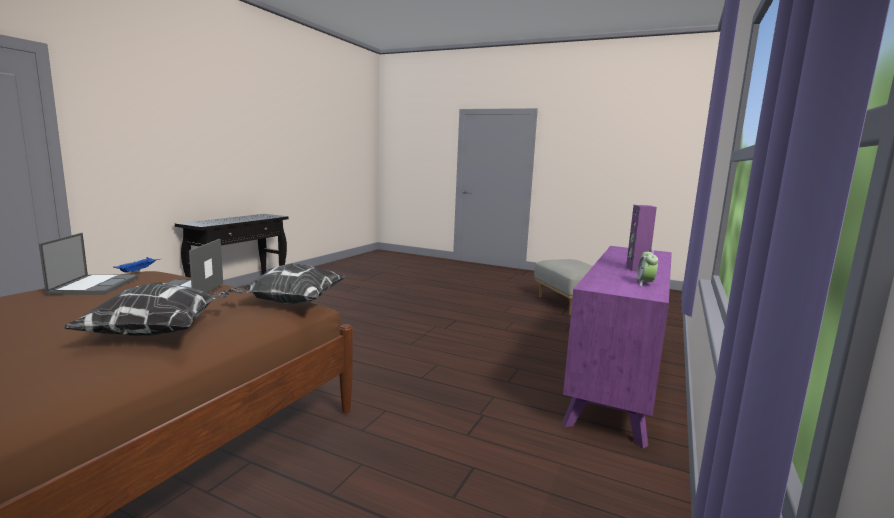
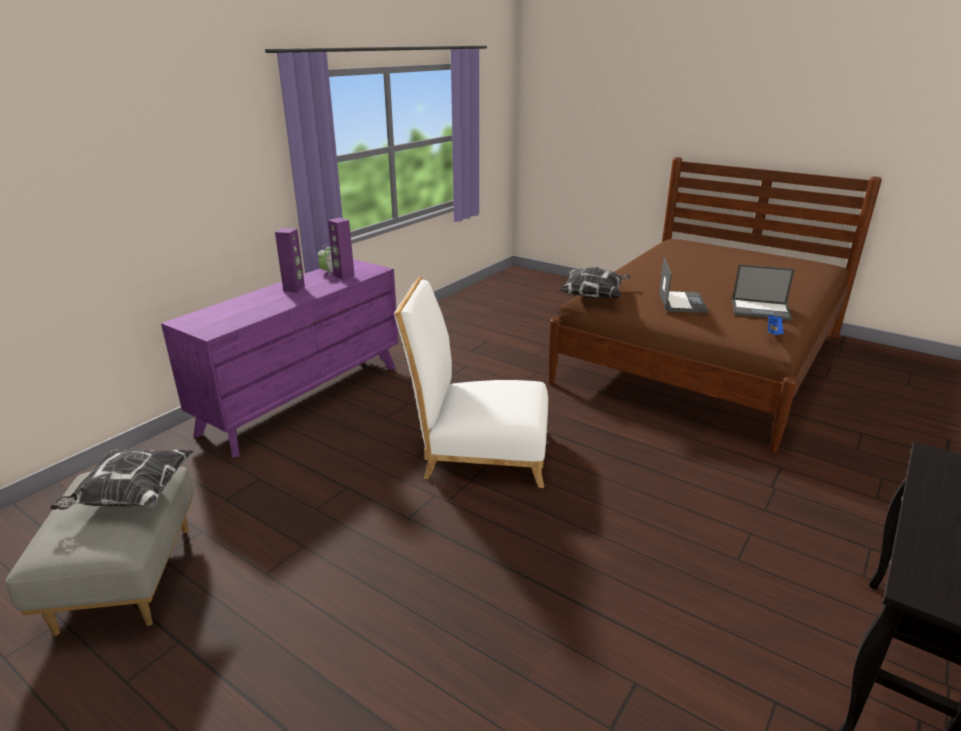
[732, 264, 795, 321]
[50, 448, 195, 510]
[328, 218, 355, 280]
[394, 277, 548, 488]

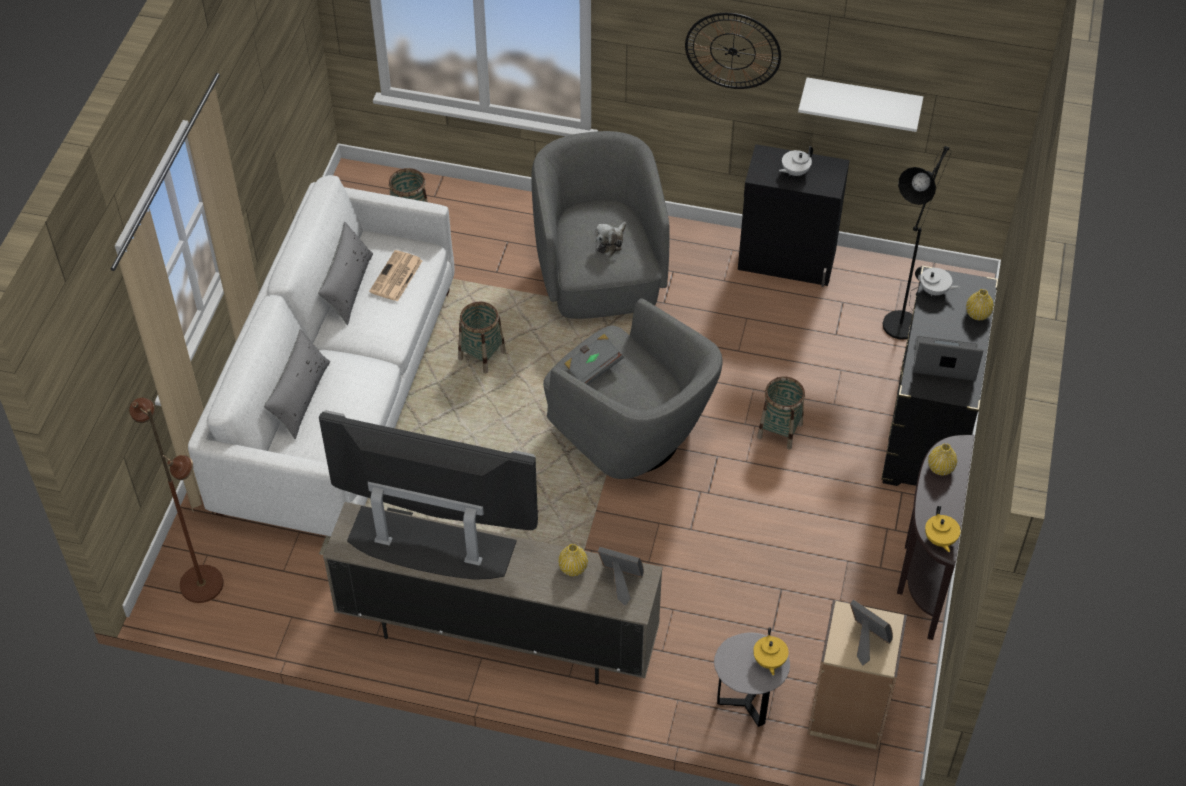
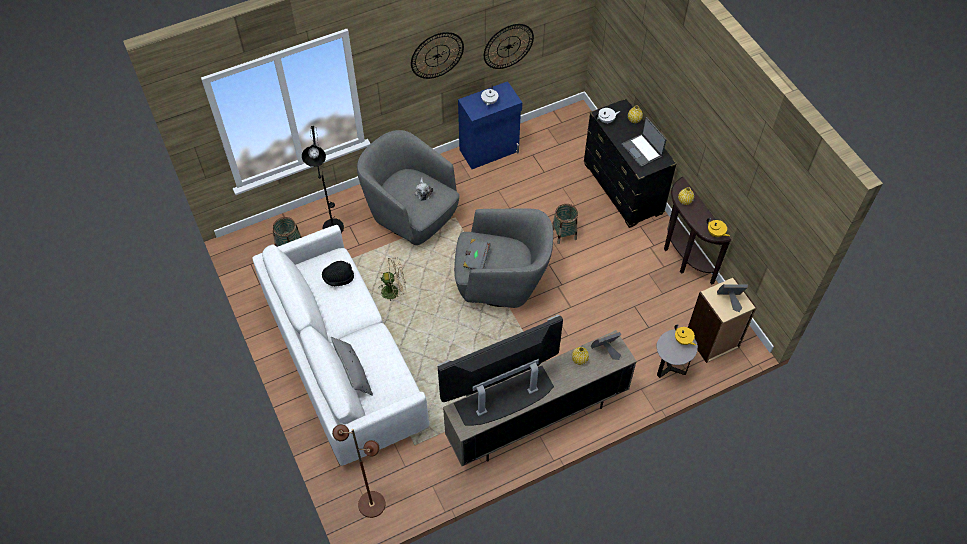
[484, 24, 534, 69]
[458, 81, 522, 169]
[302, 126, 344, 233]
[318, 222, 373, 325] (first image)
[322, 261, 354, 286]
[379, 257, 406, 301]
[622, 117, 667, 167]

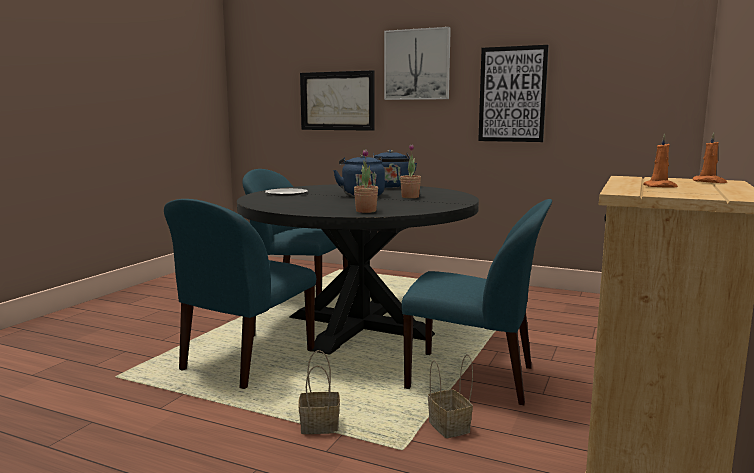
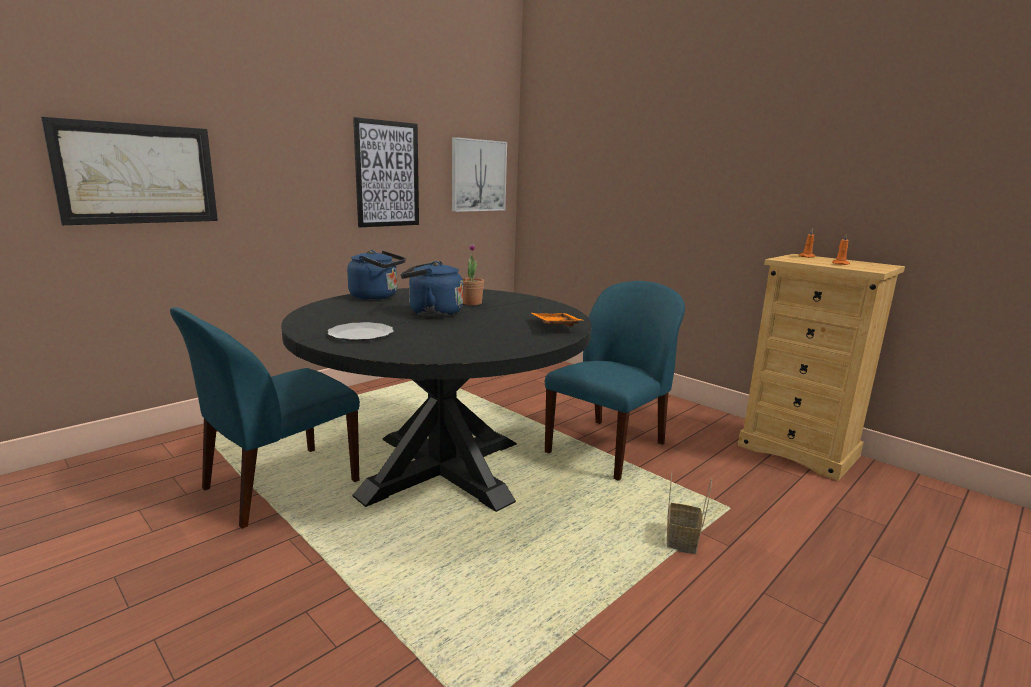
[452, 137, 507, 212]
[532, 313, 585, 327]
[164, 199, 316, 389] (first image)
[428, 354, 473, 438] (first image)

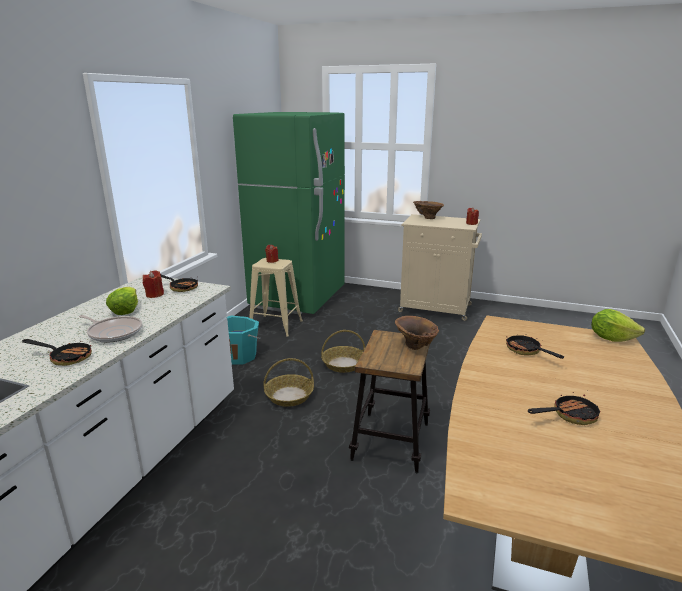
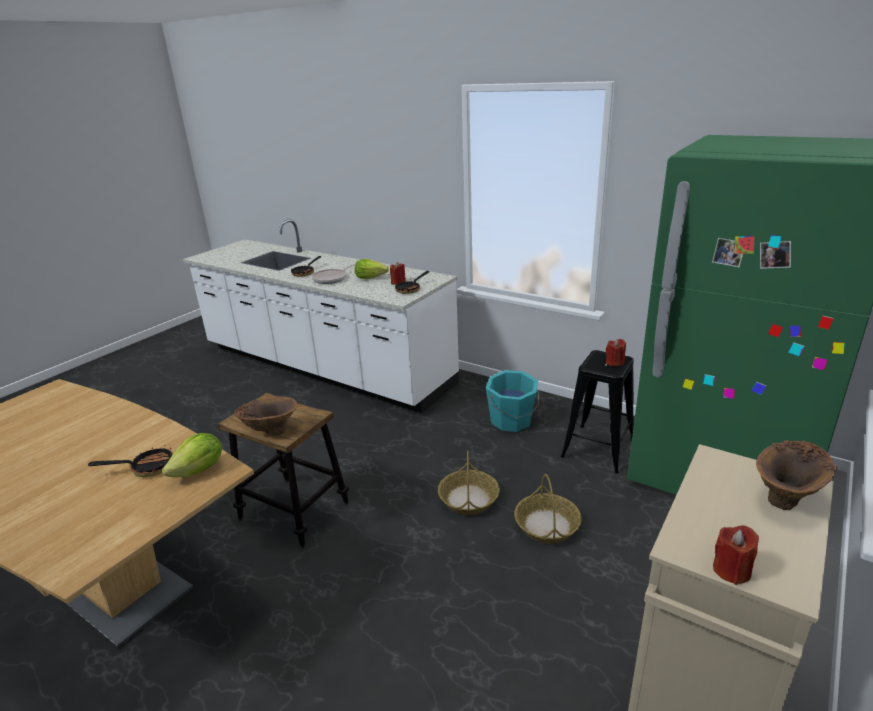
[561, 350, 634, 474]
[162, 433, 222, 477]
[514, 474, 582, 543]
[528, 392, 601, 425] (first image)

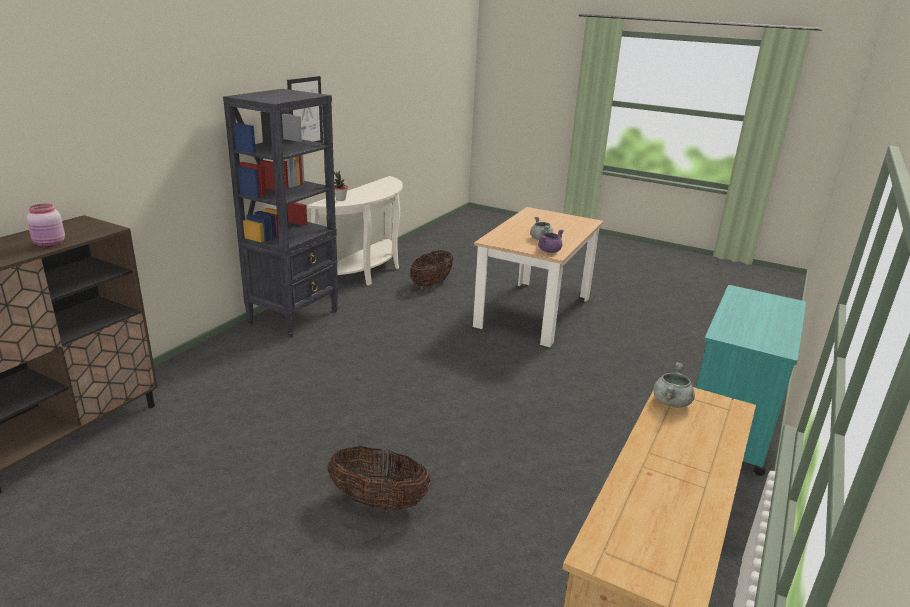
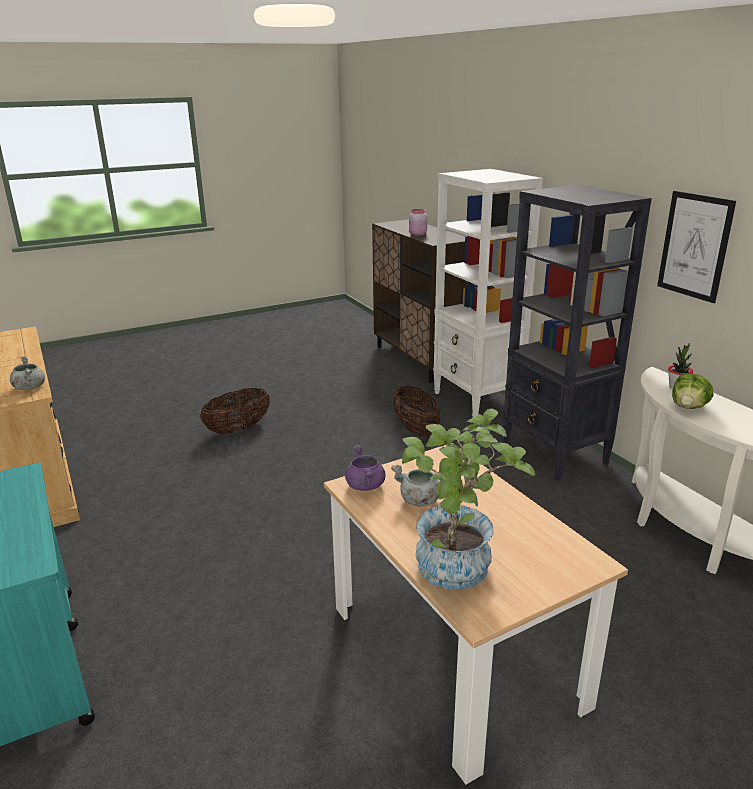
[393, 386, 441, 436]
[433, 169, 543, 417]
[672, 373, 713, 409]
[402, 409, 535, 590]

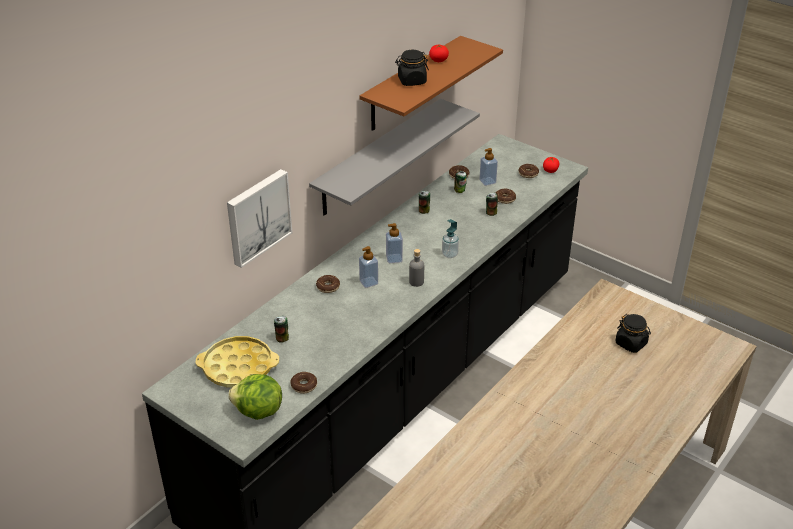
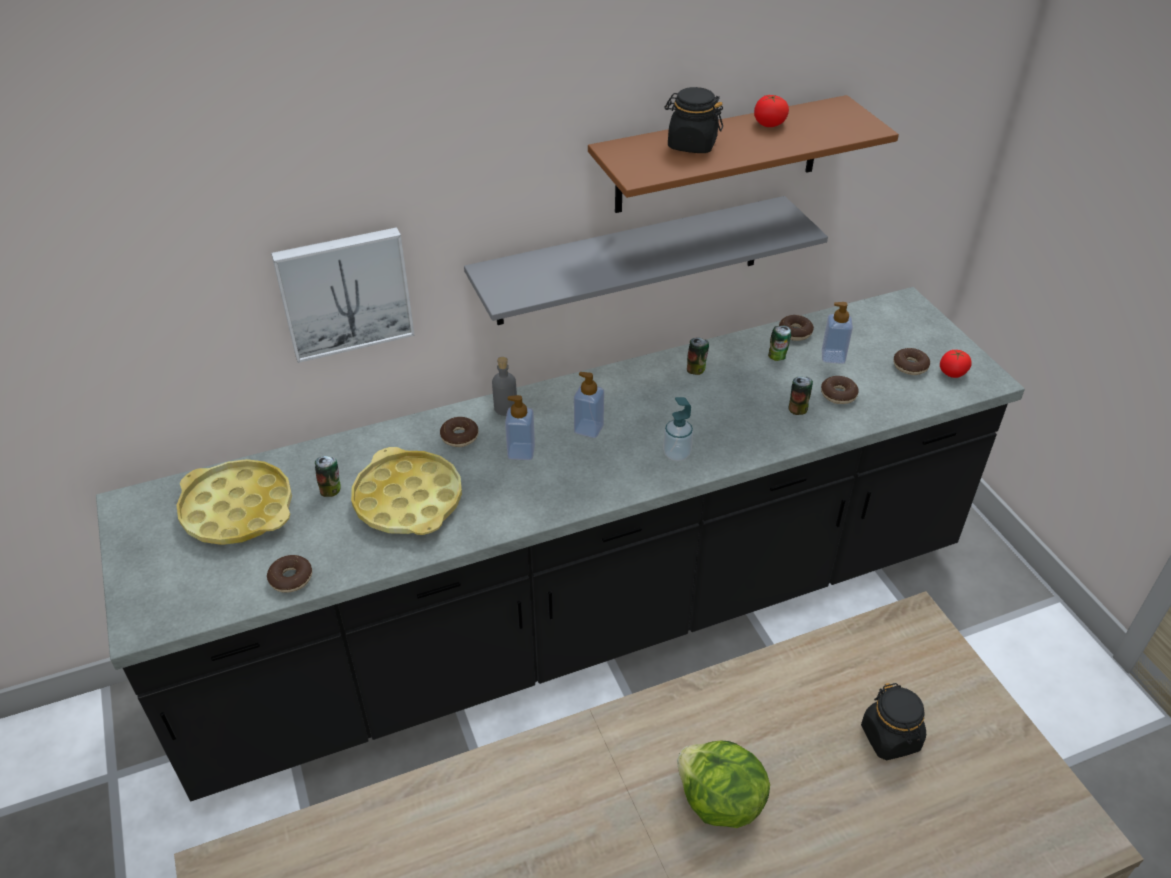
[492, 357, 517, 416]
[677, 741, 770, 828]
[351, 447, 462, 535]

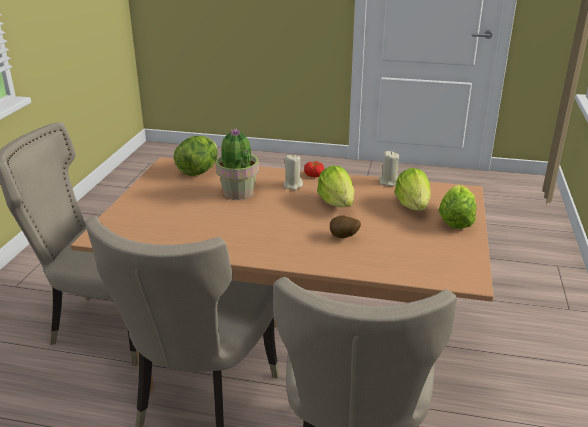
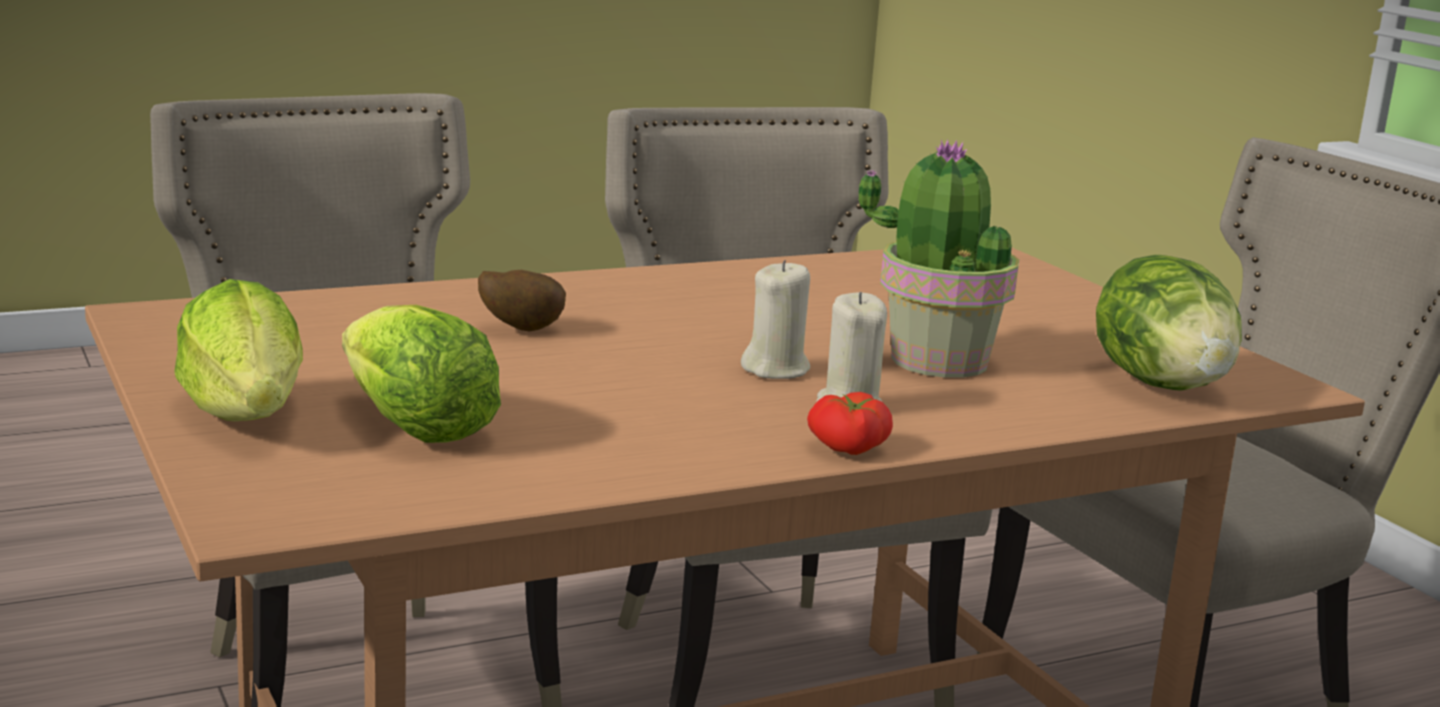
[741, 260, 810, 379]
[317, 166, 355, 207] (first image)

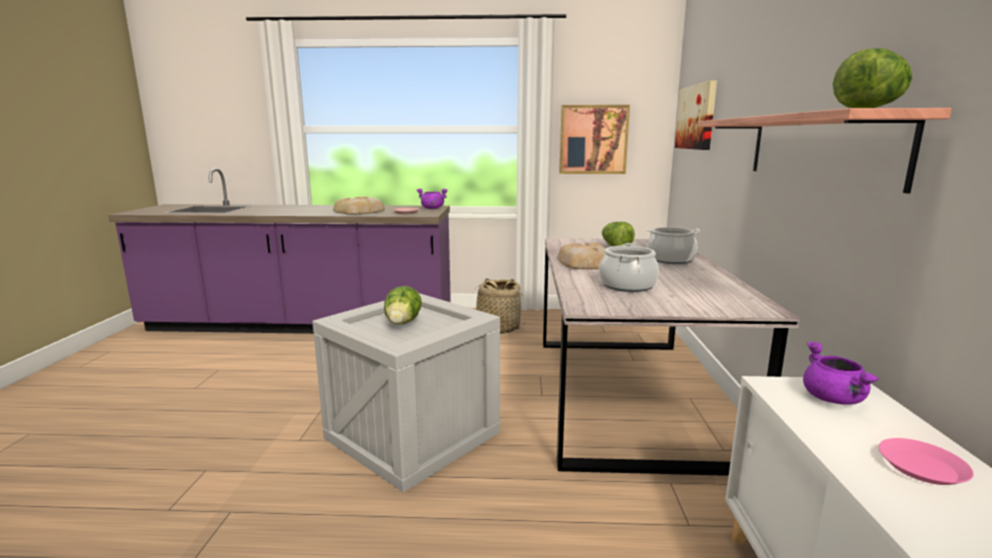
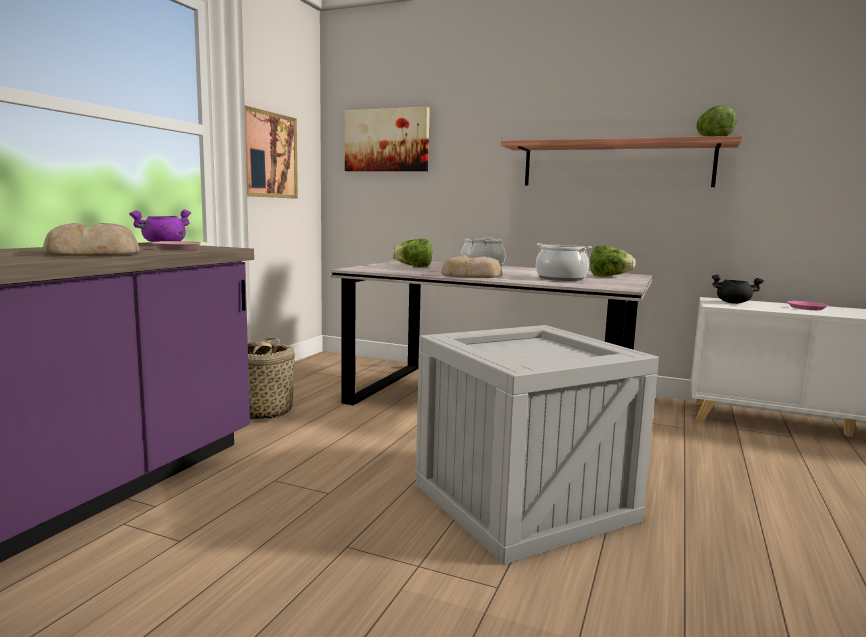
[590, 246, 636, 276]
[712, 274, 764, 304]

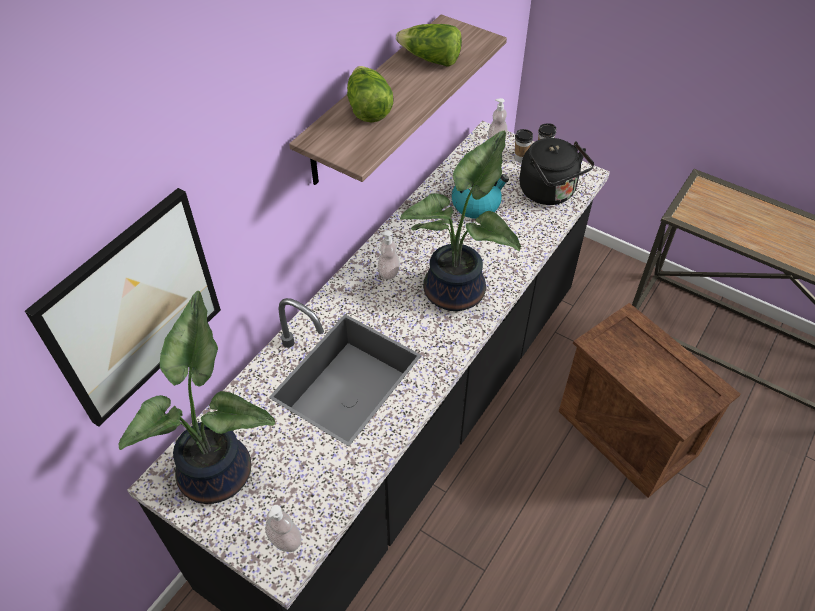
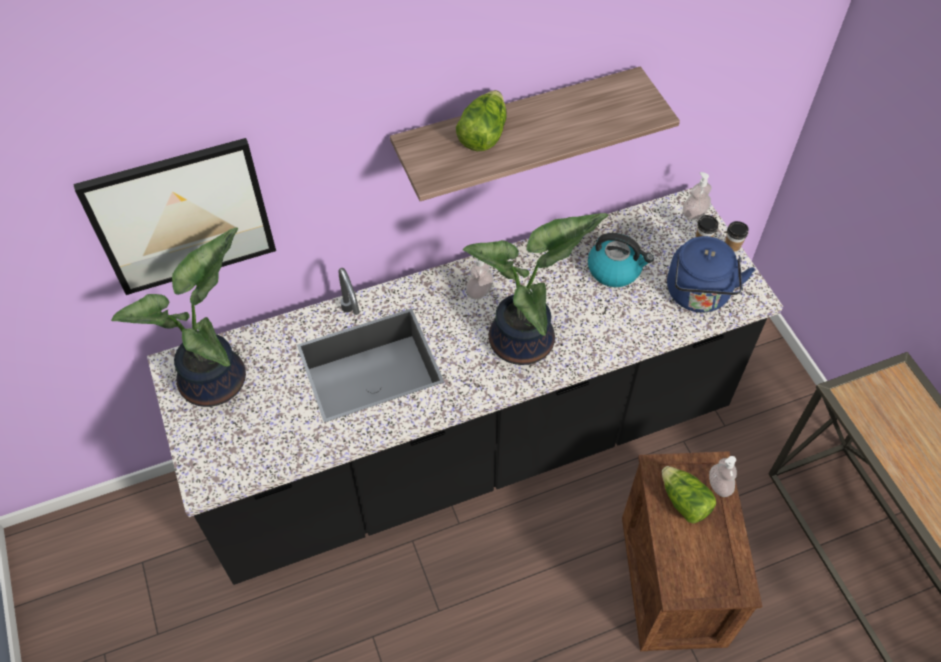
[662, 466, 716, 524]
[667, 236, 755, 313]
[709, 456, 737, 497]

